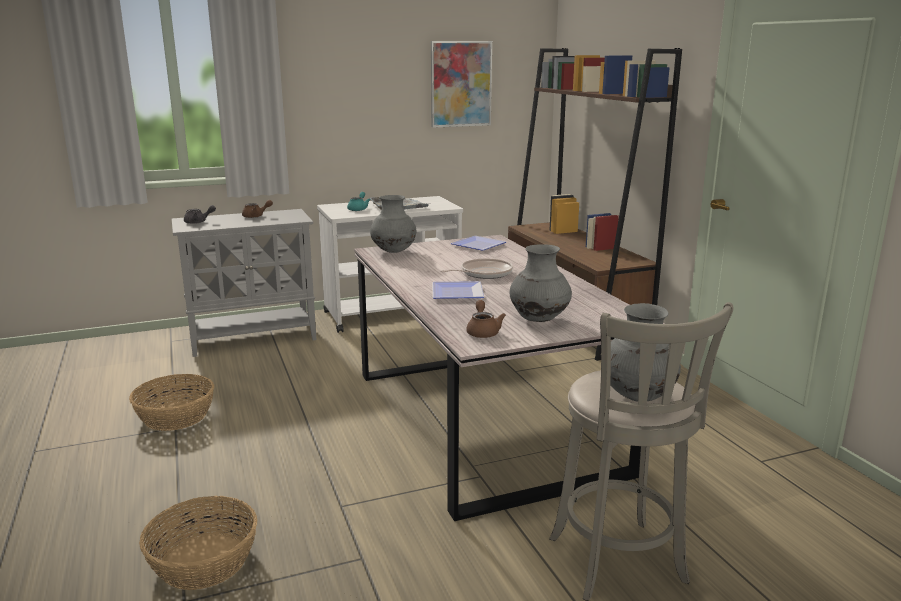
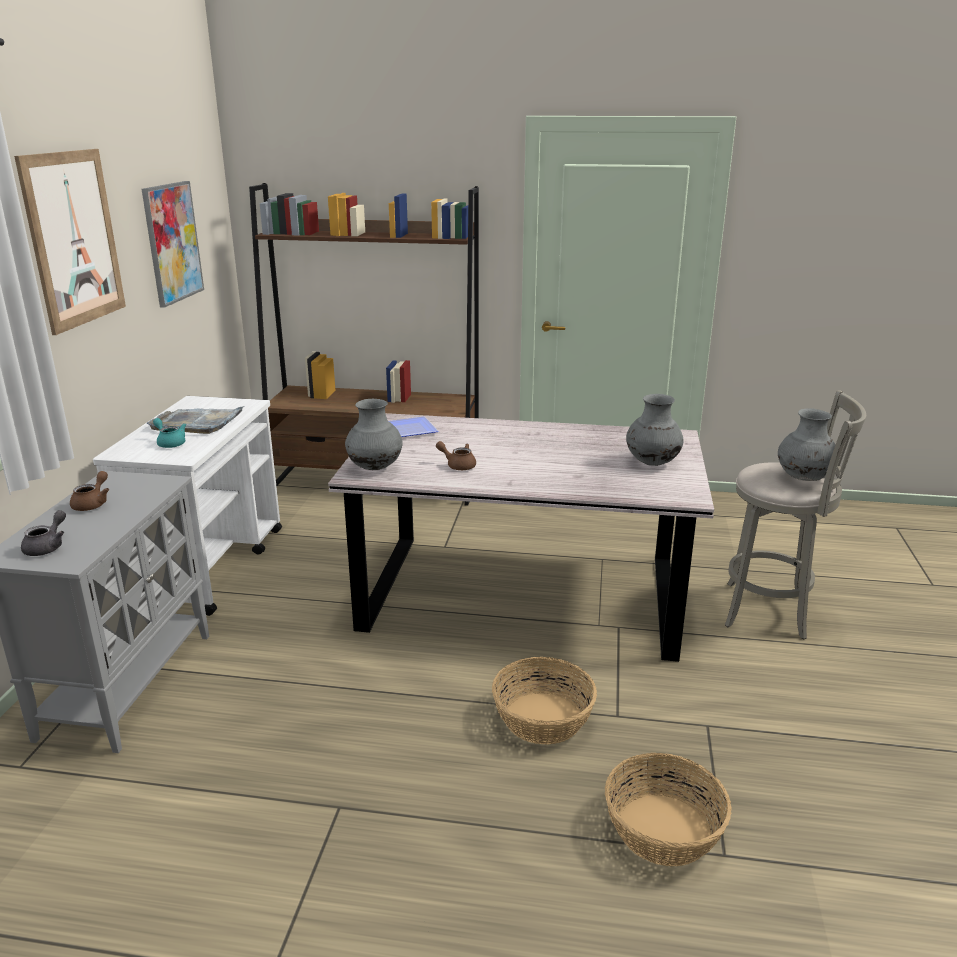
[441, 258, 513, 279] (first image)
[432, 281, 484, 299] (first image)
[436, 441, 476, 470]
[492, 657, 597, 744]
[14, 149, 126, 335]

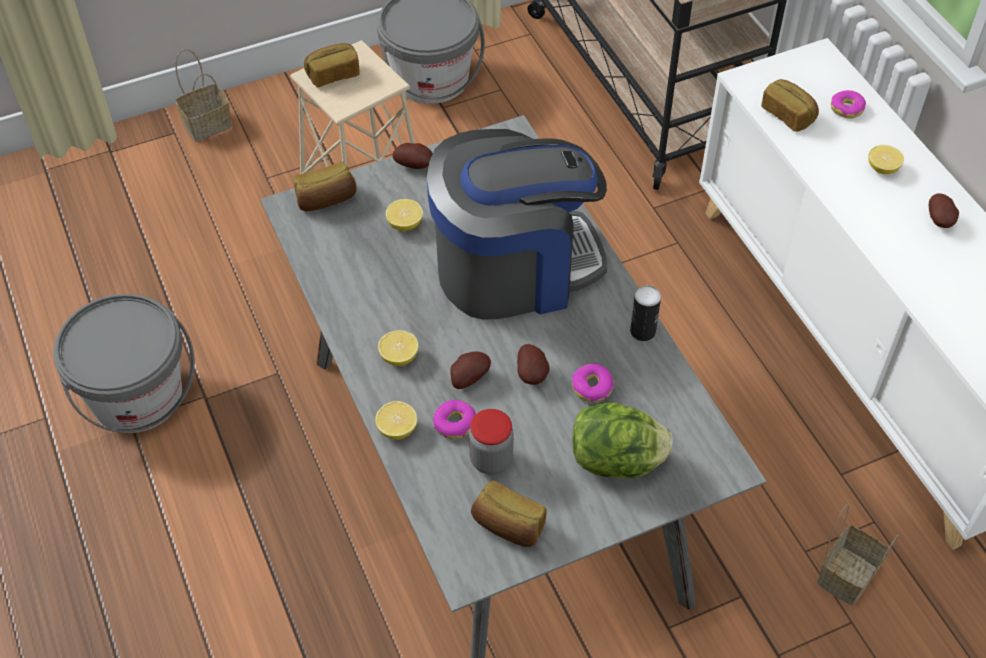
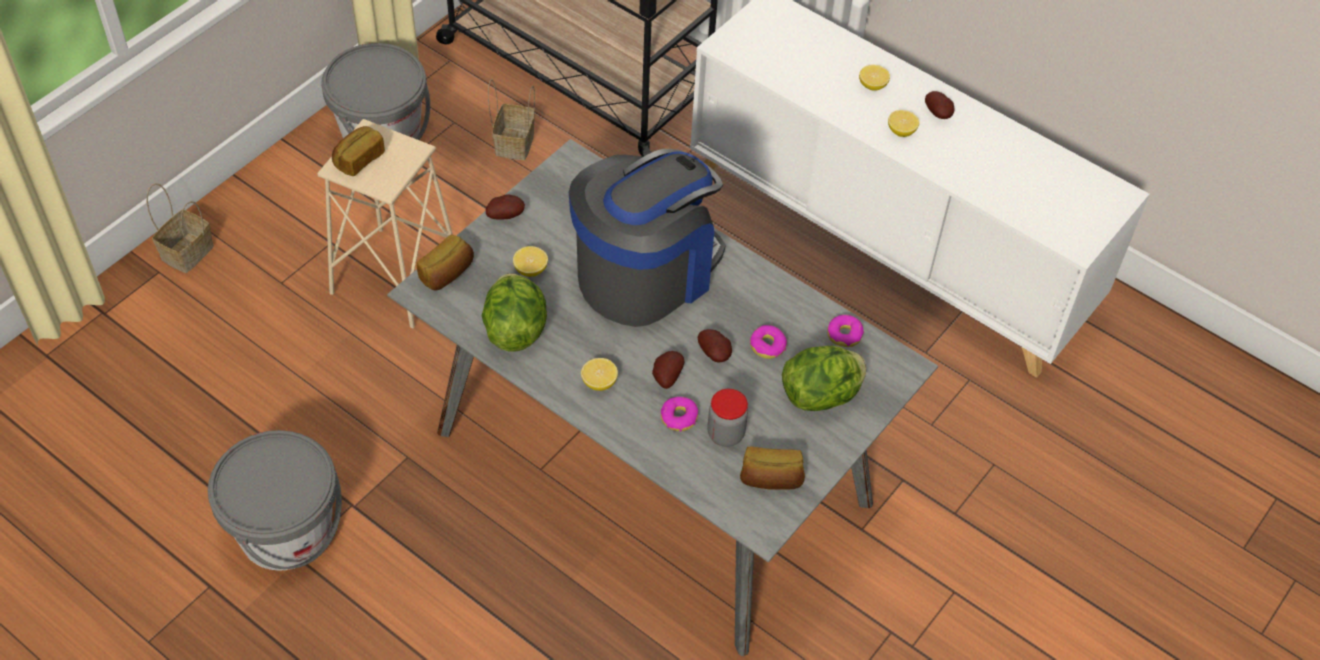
[761, 79, 819, 132] (first image)
[827, 315, 864, 347]
[630, 285, 661, 341] (first image)
[888, 110, 919, 137]
[488, 79, 535, 160]
[481, 273, 547, 352]

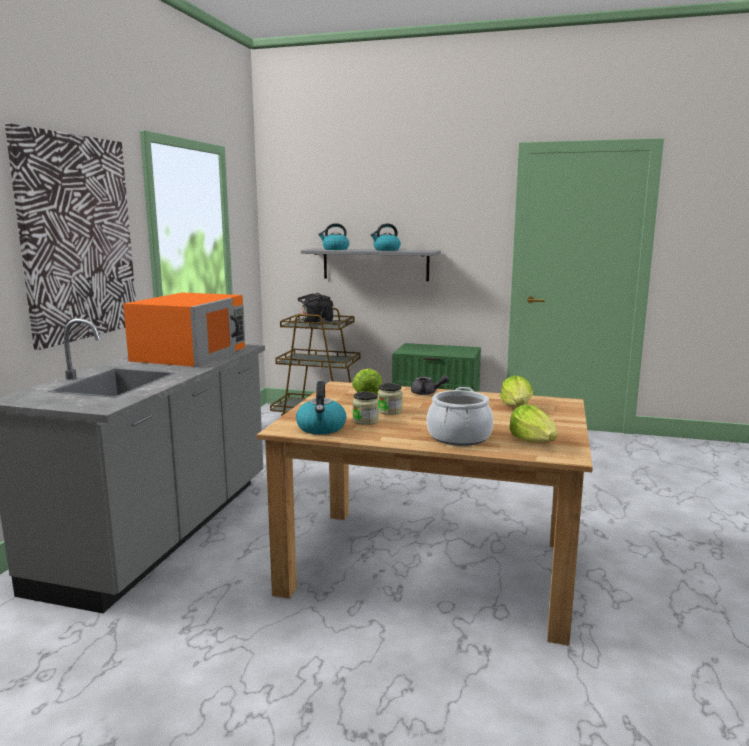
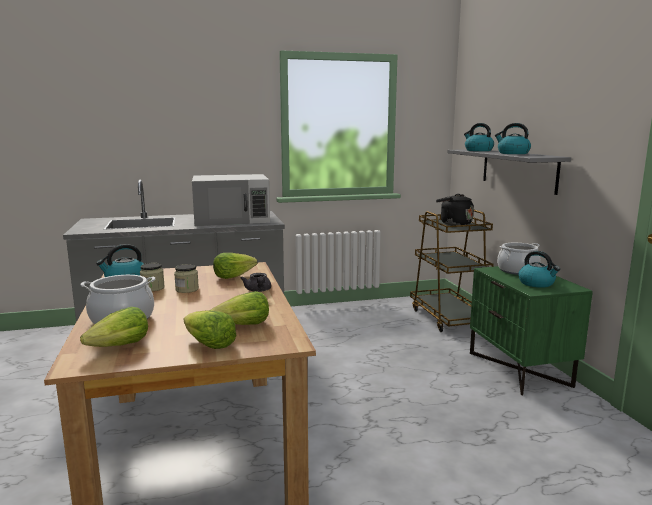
[5, 124, 136, 350] (first image)
[192, 174, 270, 226]
[497, 243, 541, 275]
[518, 251, 560, 288]
[184, 310, 236, 349]

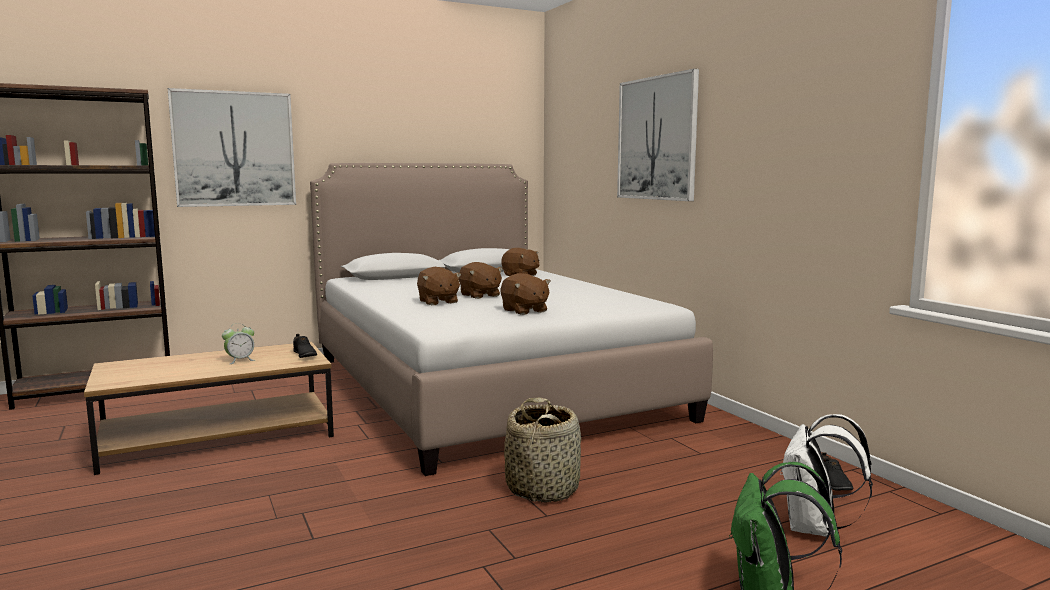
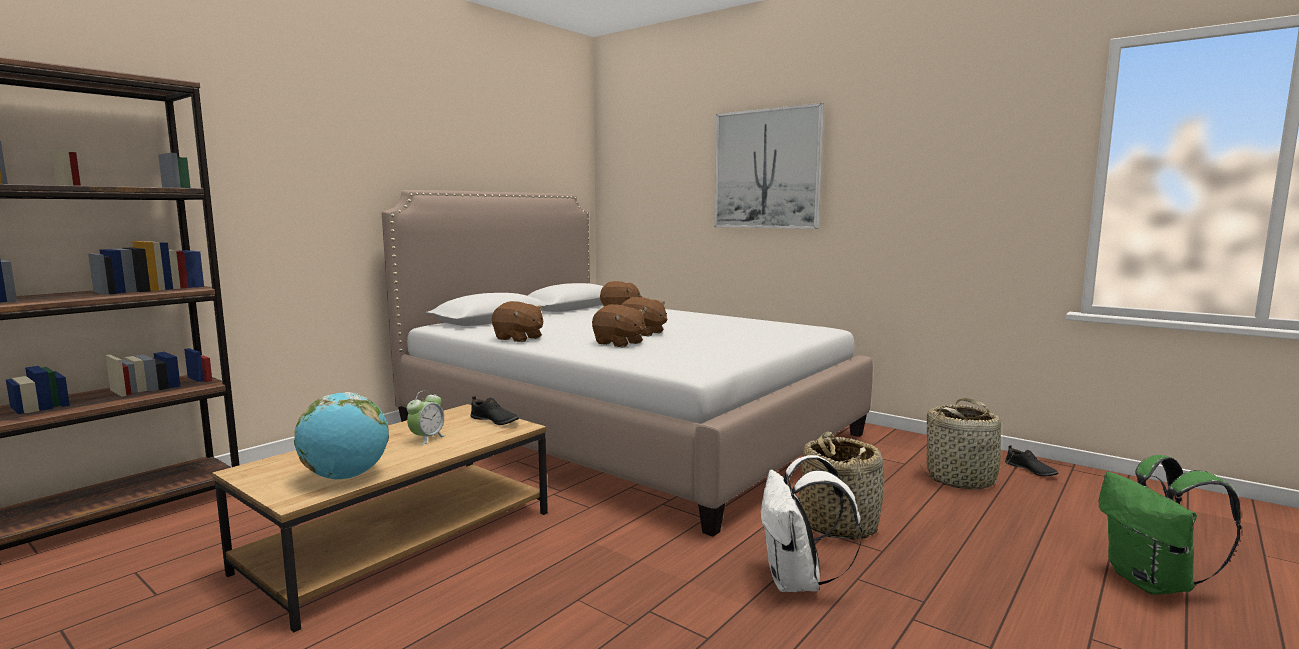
[168, 88, 296, 207] (first image)
[492, 301, 543, 342]
[761, 455, 862, 592]
[294, 392, 389, 480]
[920, 398, 1015, 489]

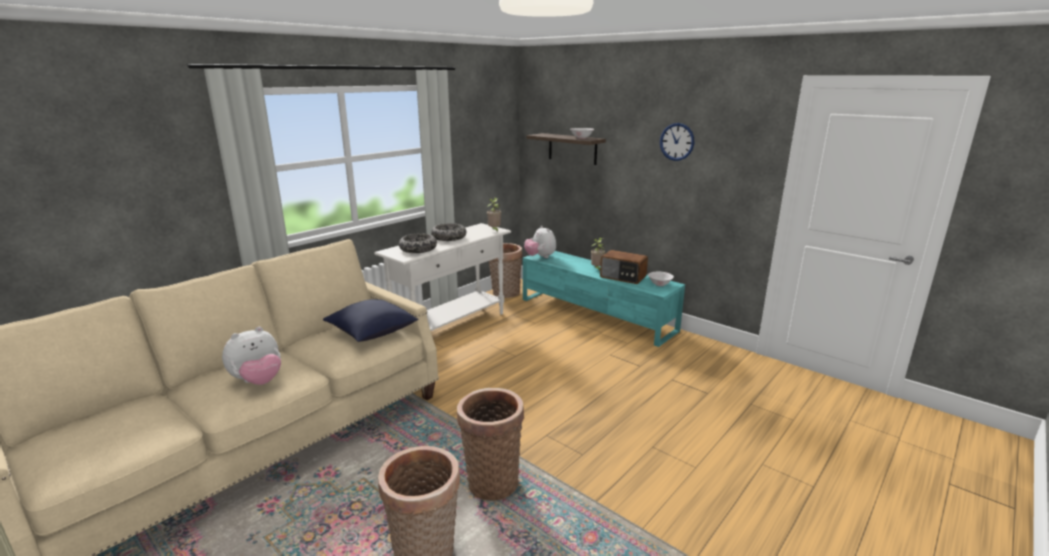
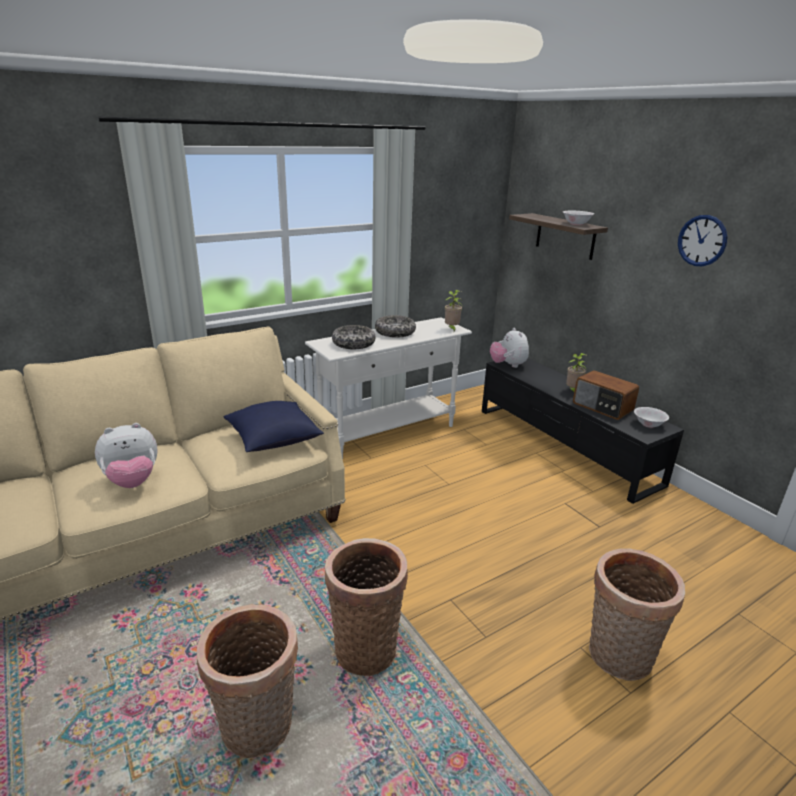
[589, 548, 685, 681]
[482, 358, 684, 504]

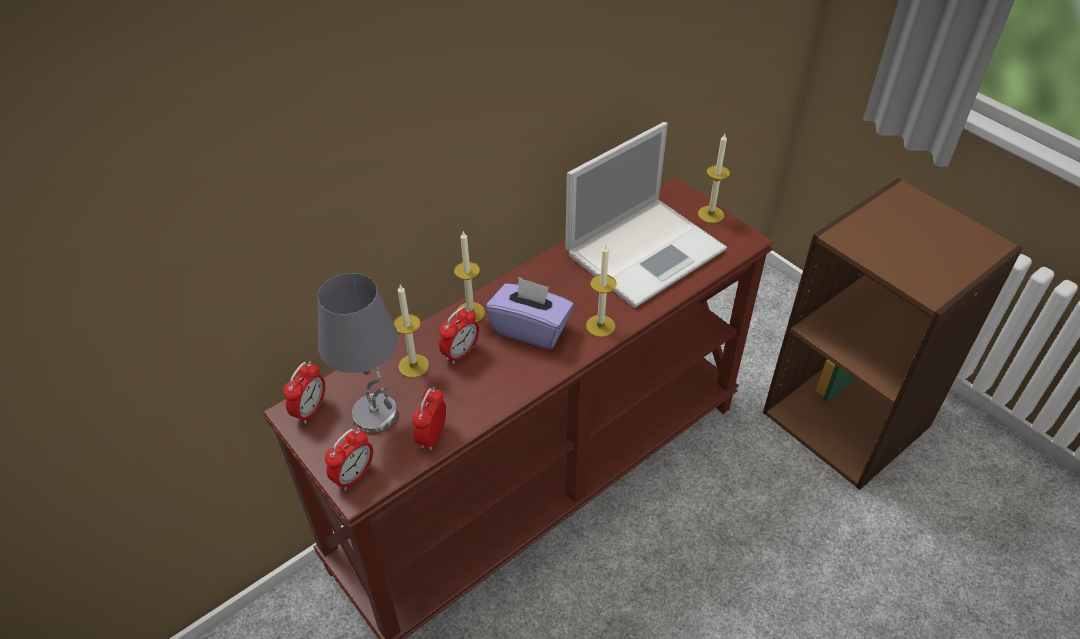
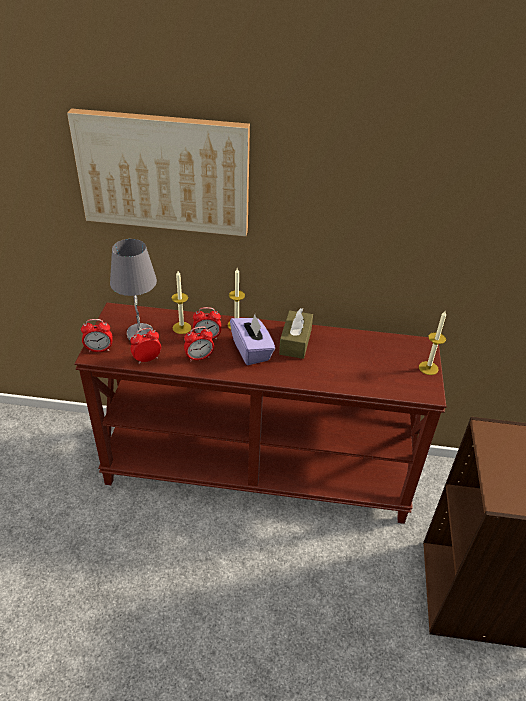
[565, 122, 727, 308] (first image)
[586, 245, 617, 337] (first image)
[184, 327, 214, 362]
[67, 108, 250, 237]
[279, 308, 313, 359]

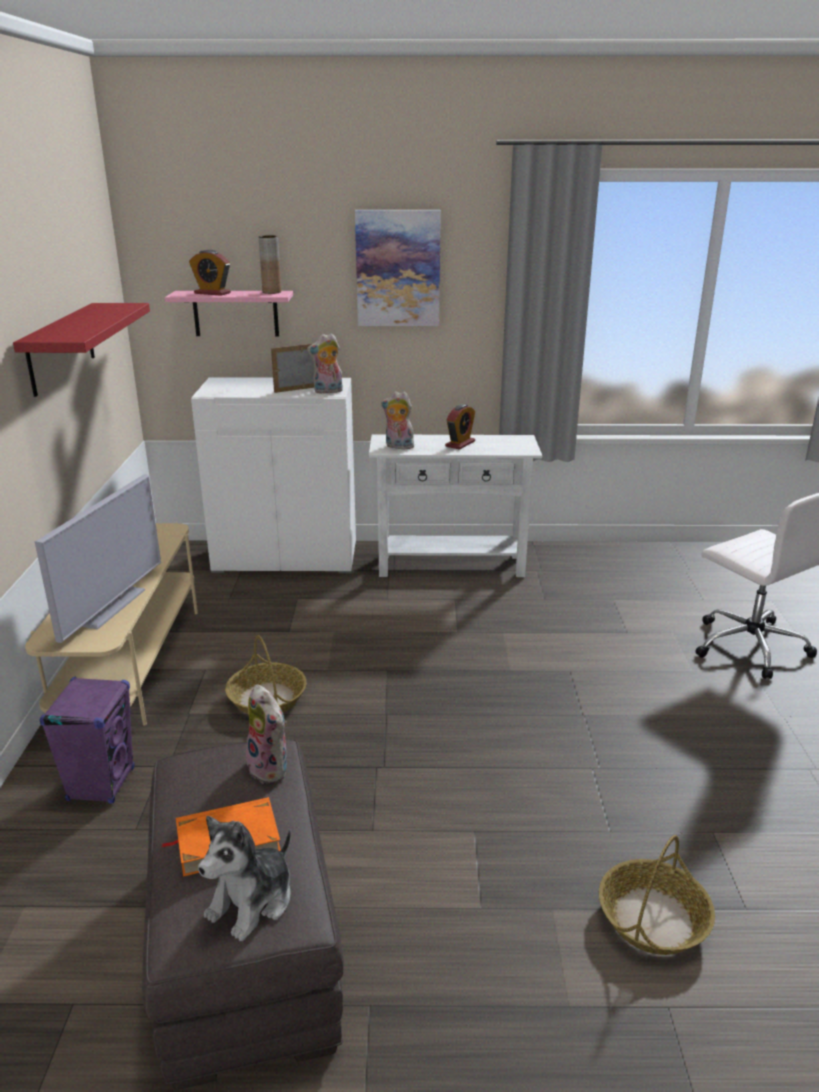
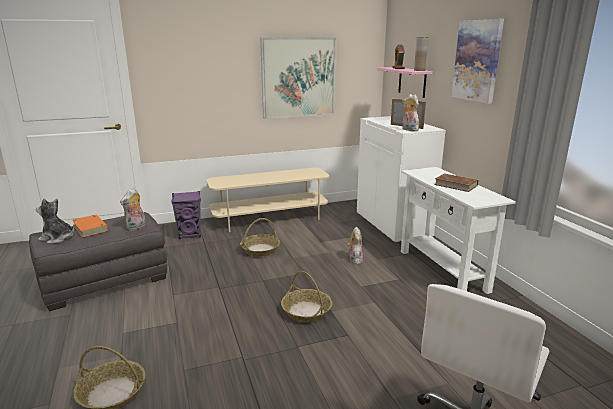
[260, 37, 336, 119]
[347, 227, 363, 264]
[434, 173, 478, 192]
[35, 474, 161, 643] (first image)
[281, 271, 332, 323]

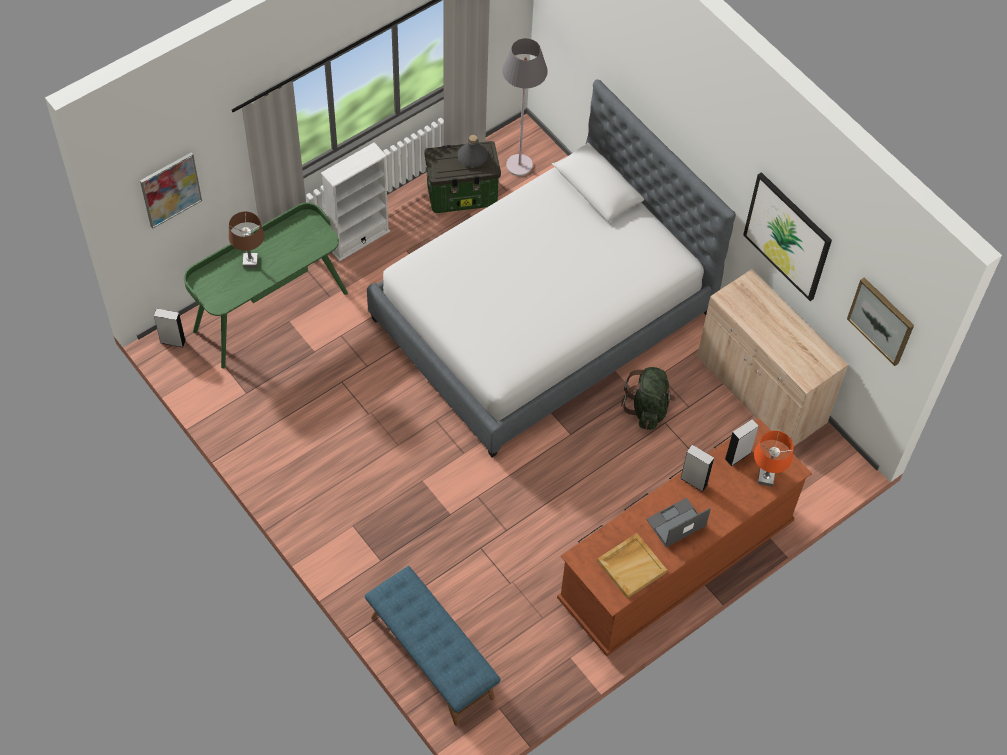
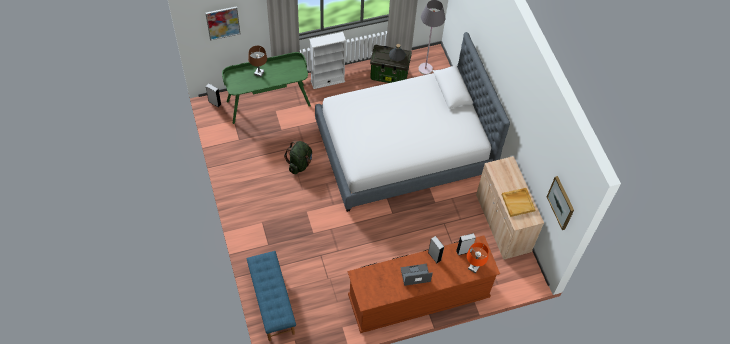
[743, 172, 832, 301] (first image)
[284, 141, 312, 174]
[502, 188, 536, 217]

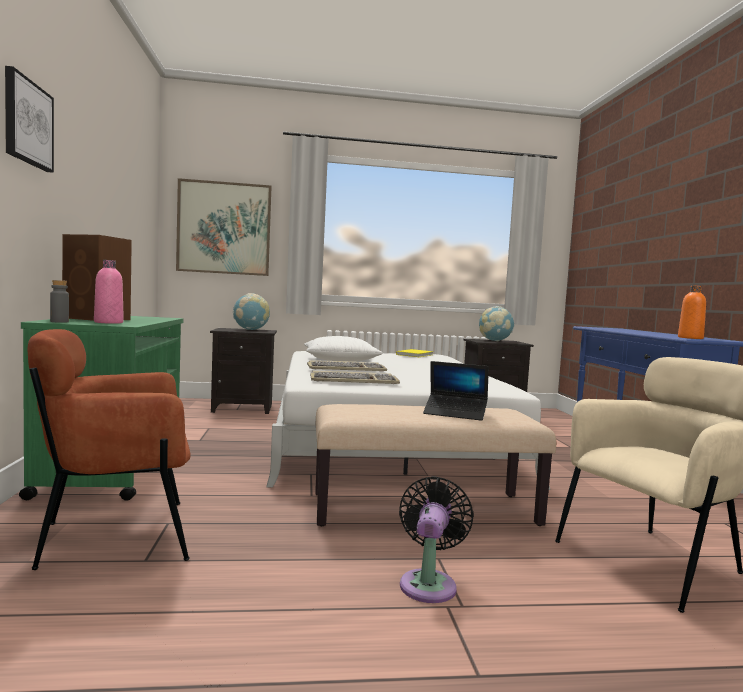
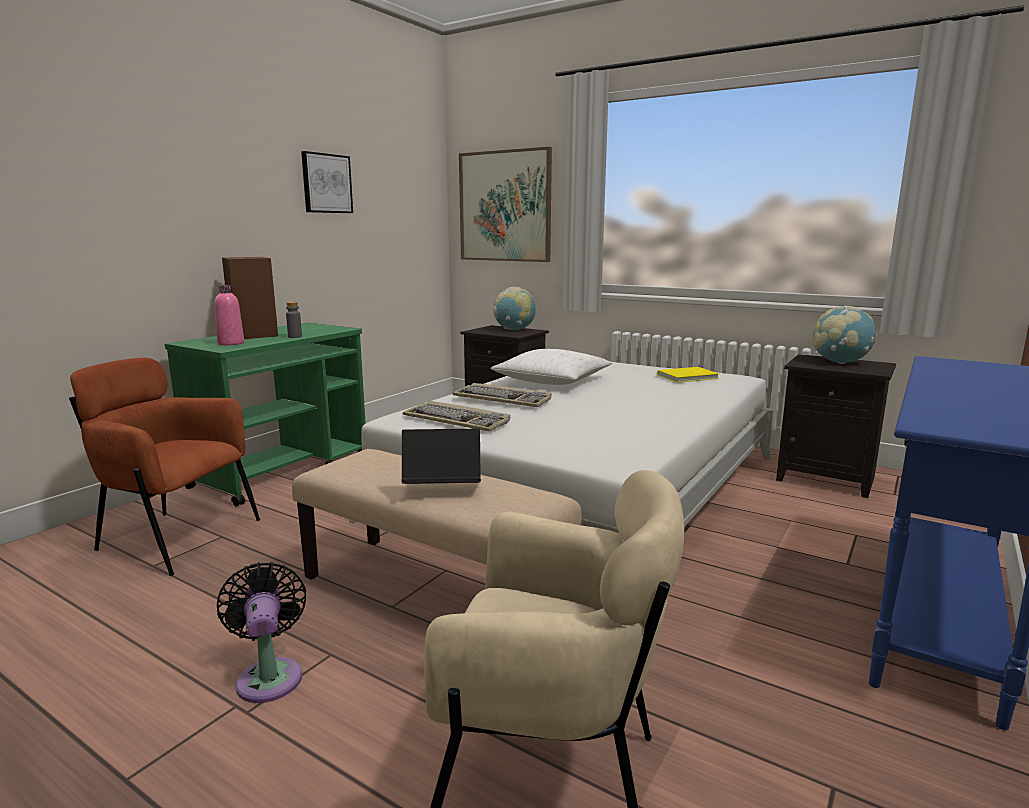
[301, 151, 353, 213]
[286, 302, 302, 338]
[678, 285, 706, 339] (first image)
[402, 429, 481, 484]
[217, 562, 306, 703]

